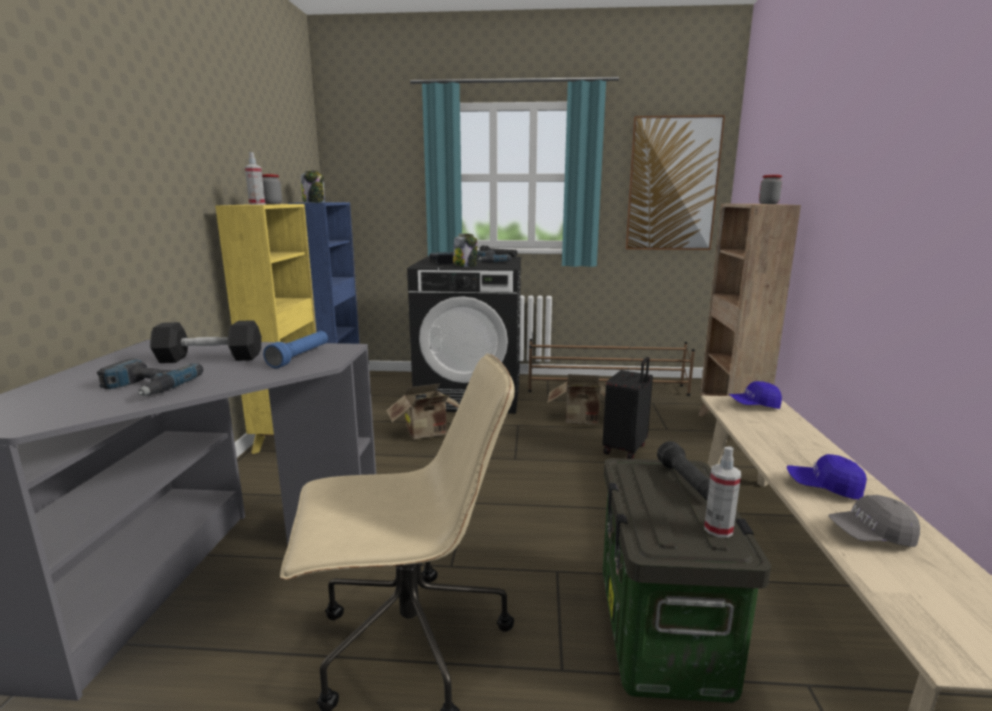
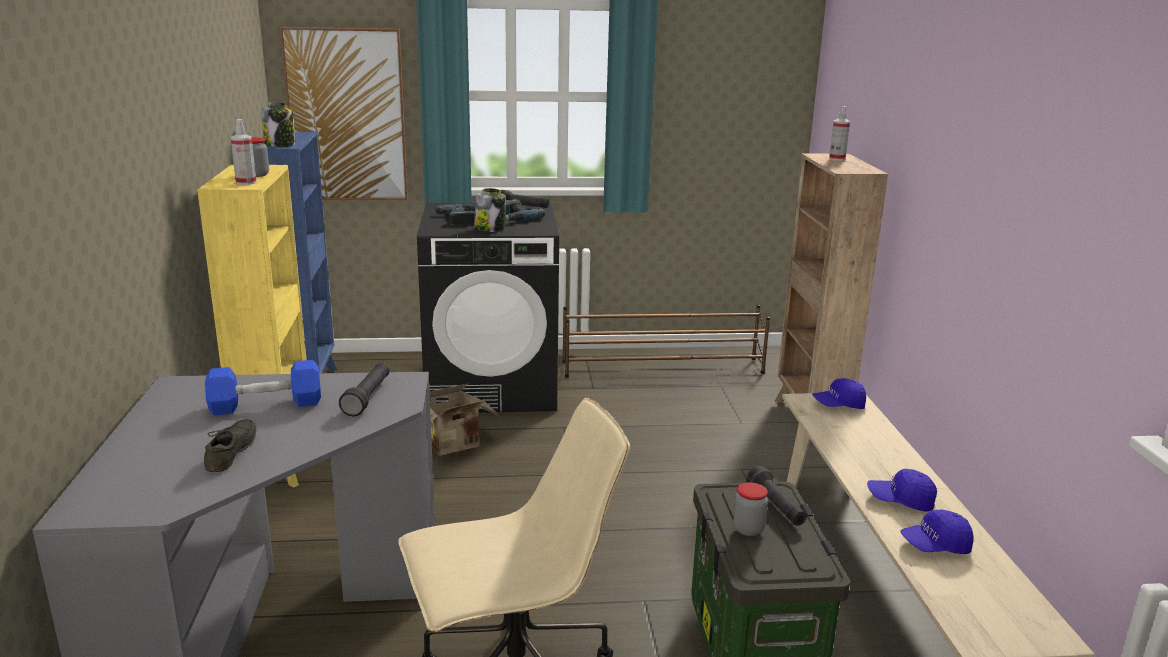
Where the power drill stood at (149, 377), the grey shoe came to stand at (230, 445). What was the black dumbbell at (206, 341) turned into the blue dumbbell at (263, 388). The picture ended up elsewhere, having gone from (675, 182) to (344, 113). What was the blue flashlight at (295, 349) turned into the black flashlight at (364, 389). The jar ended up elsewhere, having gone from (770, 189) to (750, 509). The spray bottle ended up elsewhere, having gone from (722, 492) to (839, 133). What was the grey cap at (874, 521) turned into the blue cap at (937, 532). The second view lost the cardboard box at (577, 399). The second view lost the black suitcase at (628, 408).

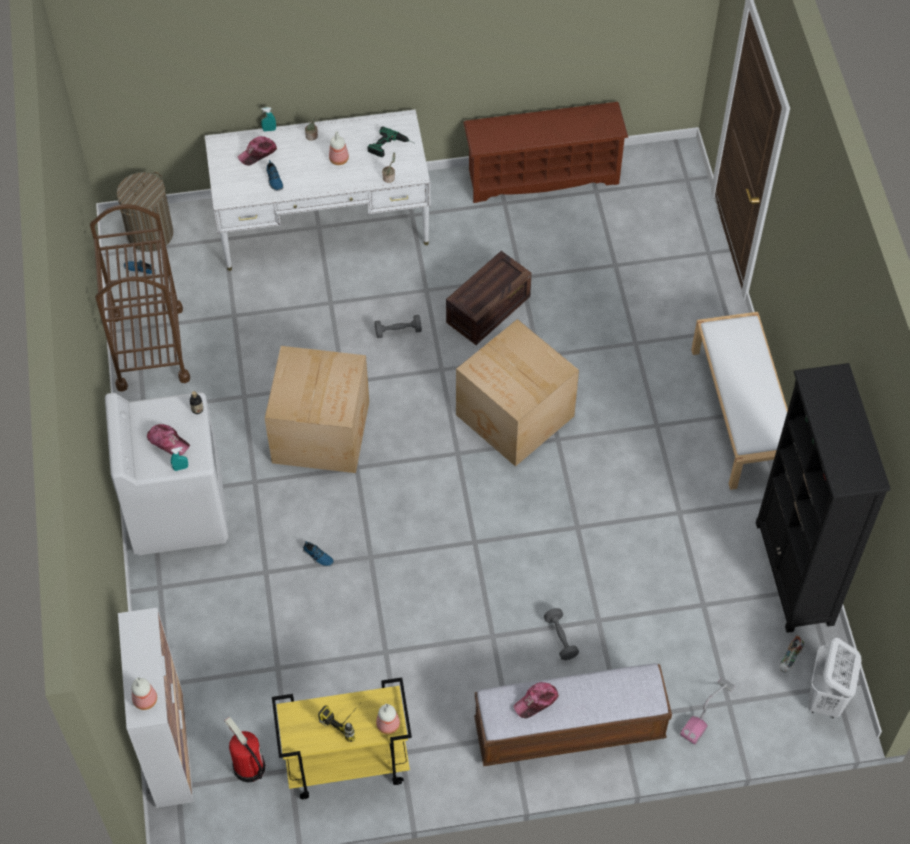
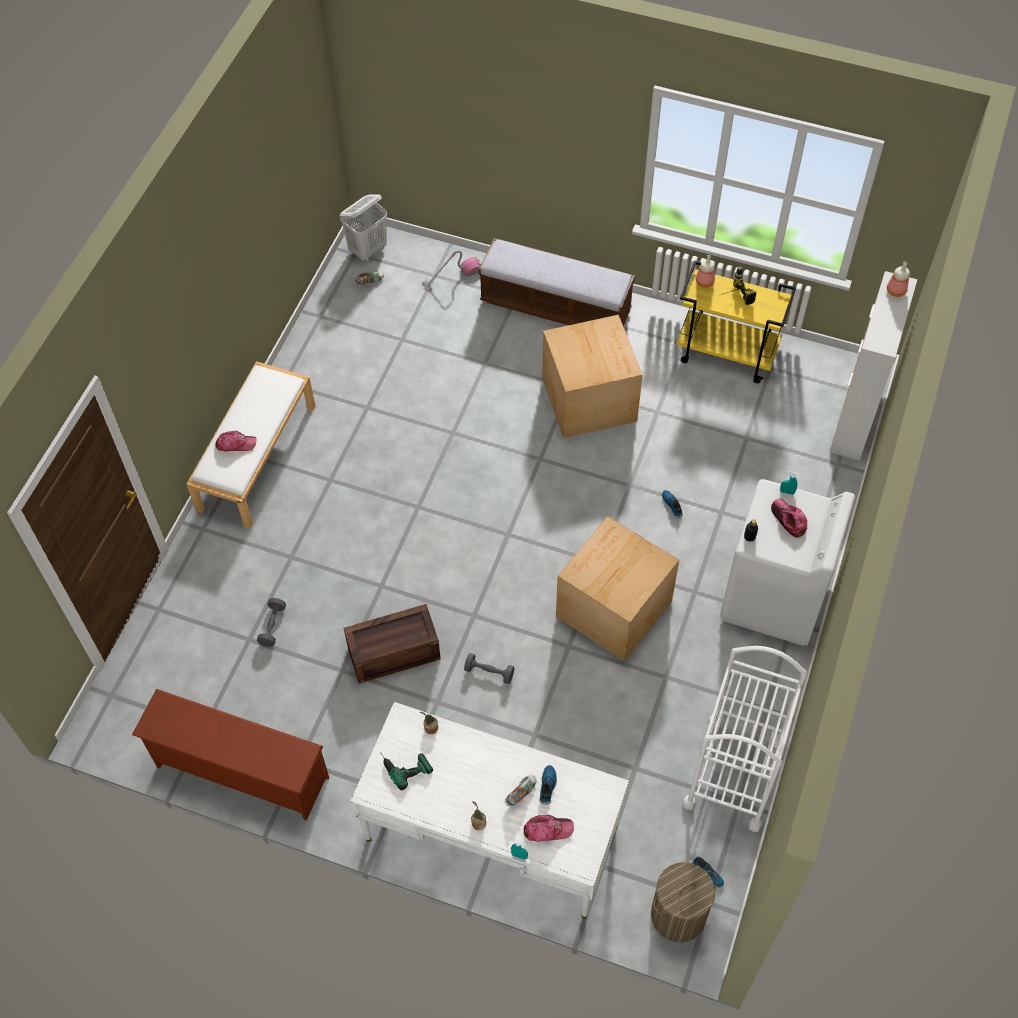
The cap ended up elsewhere, having gone from (536, 700) to (236, 441). The grey dumbbell ended up elsewhere, having gone from (561, 634) to (271, 622). The second view gained the shoe at (521, 790). The cardboard box ended up elsewhere, having gone from (517, 393) to (592, 376). What was the brown cart at (140, 298) turned into the white cart at (745, 739). The second view lost the fire extinguisher at (244, 749). The second view lost the bottle at (339, 148). The second view lost the black bookcase at (823, 498).

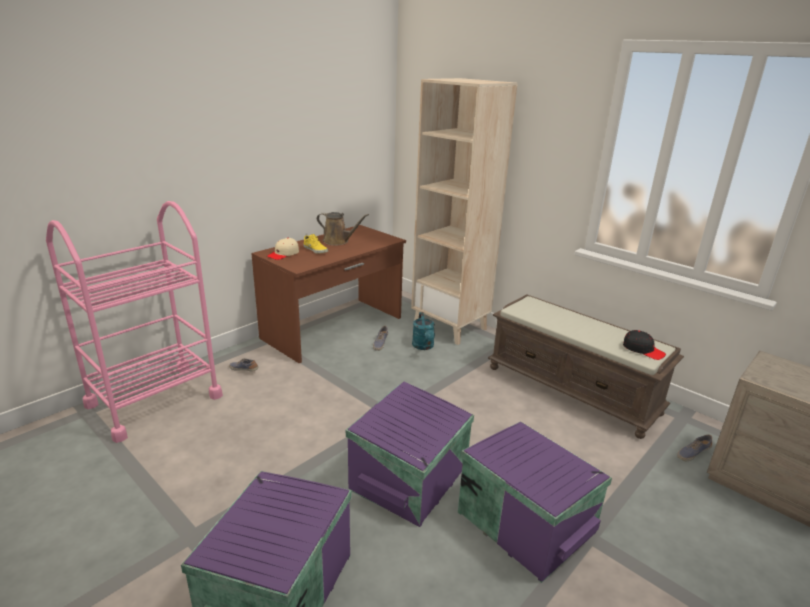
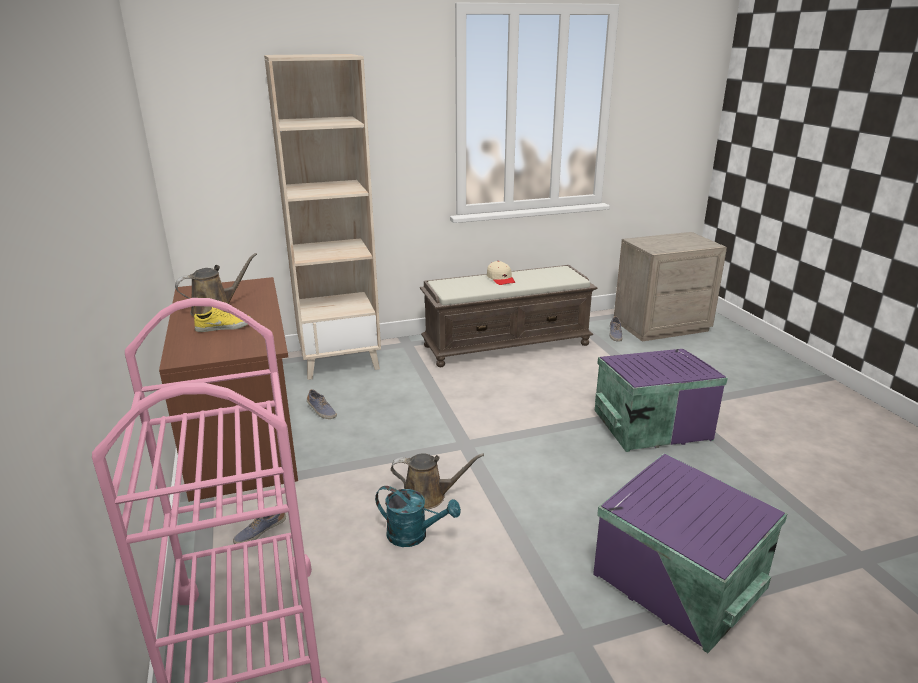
The turquoise watering can ended up elsewhere, having gone from (423, 331) to (418, 516). The second view gained the brown watering can at (437, 481). The beige cap ended up elsewhere, having gone from (283, 249) to (501, 273). The second view lost the purple storage box at (410, 454). The second view lost the black cap at (644, 345).

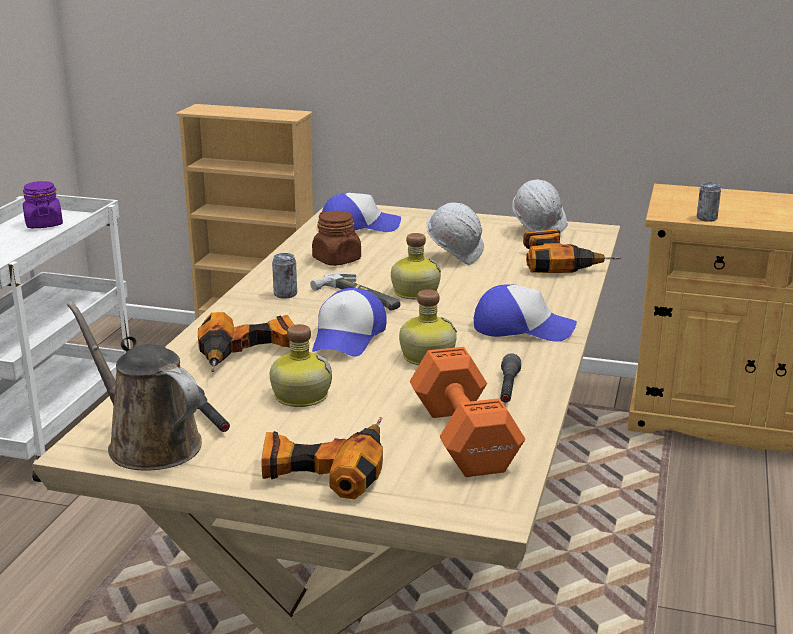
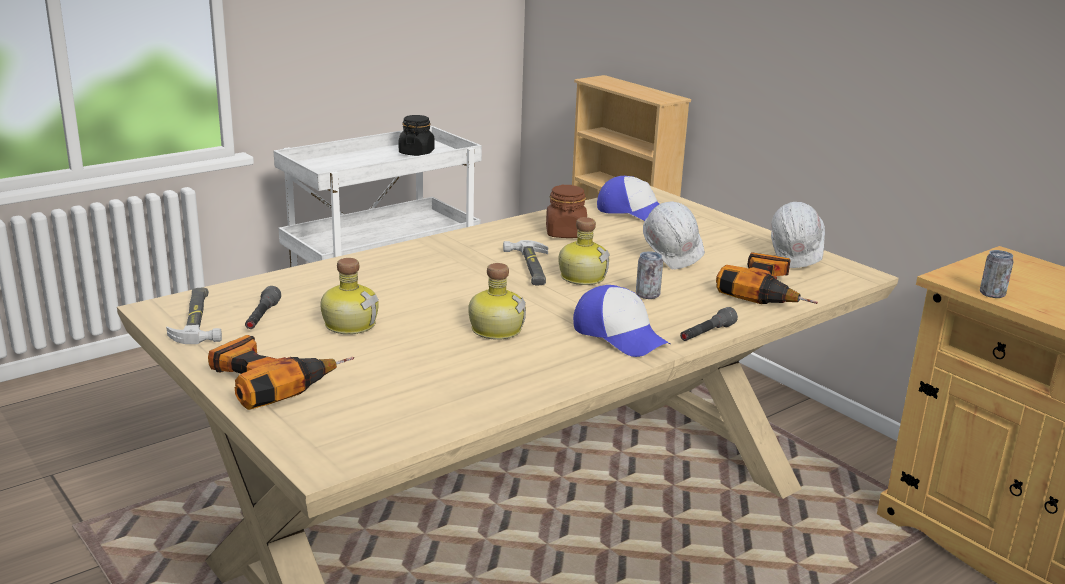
Where the brown watering can stood at (134, 386), the hammer came to stand at (194, 316). What was the purple jar at (43, 204) turned into the black jar at (417, 135). The can ended up elsewhere, having gone from (284, 276) to (649, 275). The grey flashlight ended up elsewhere, having gone from (510, 378) to (709, 324). The second view lost the power drill at (246, 342). The second view lost the cap at (349, 322). The second view lost the orange dumbbell at (467, 412).

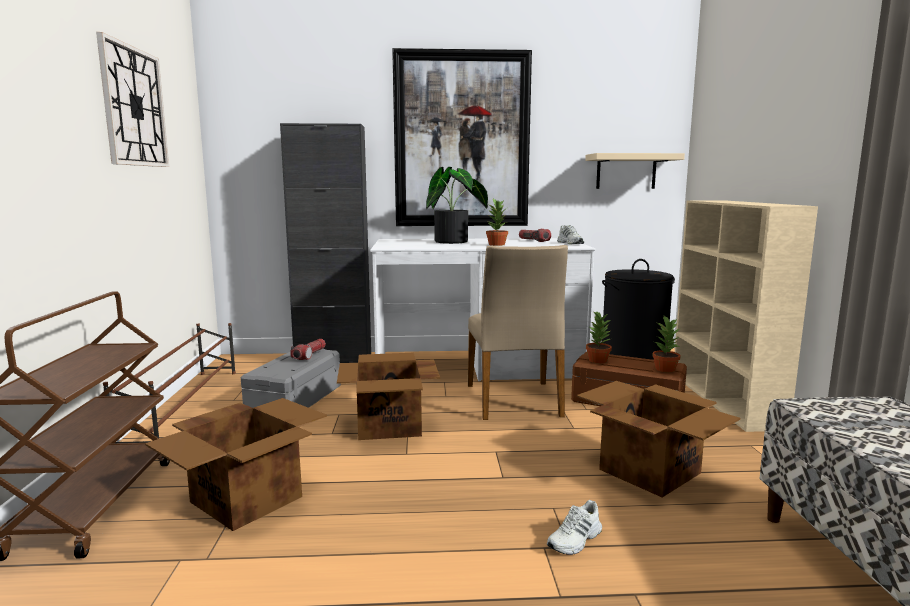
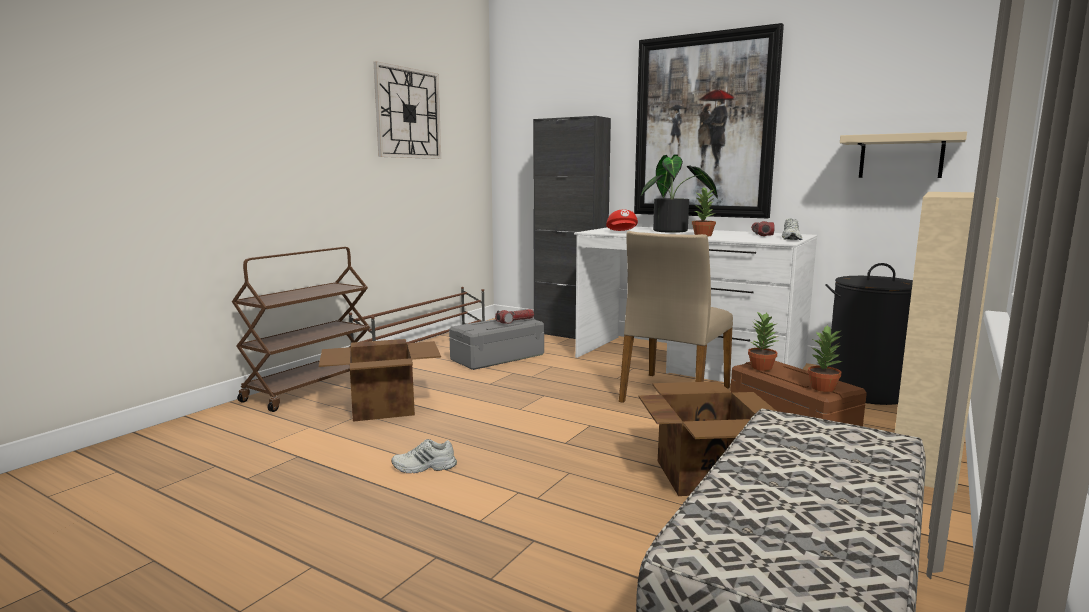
The white shoe ended up elsewhere, having gone from (574, 527) to (424, 456). The second view gained the red cap at (622, 220). The second view lost the cardboard box at (388, 396).

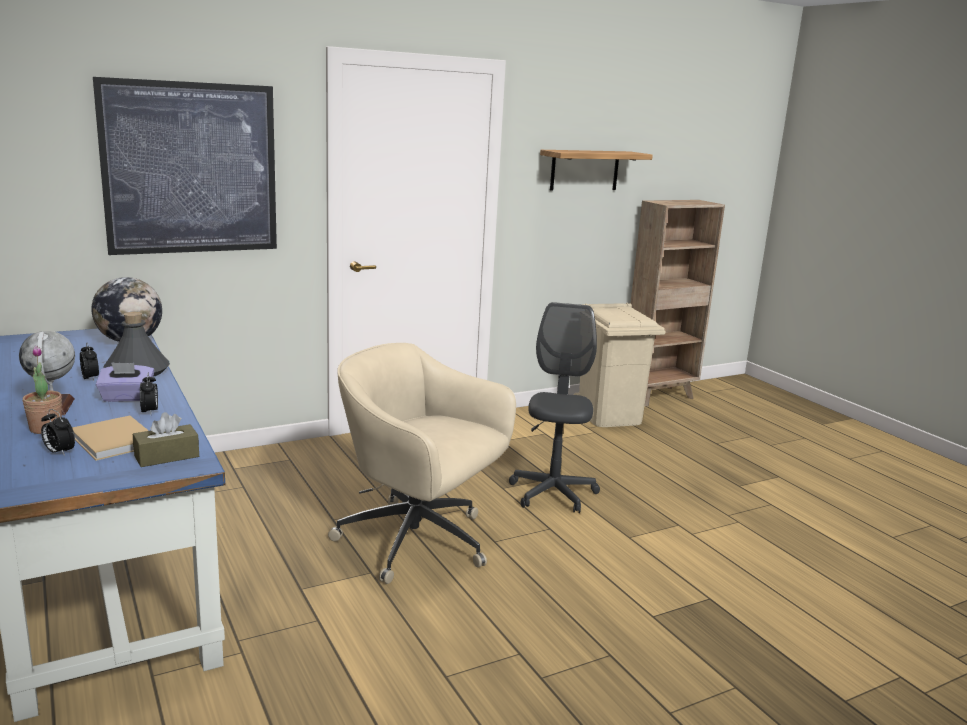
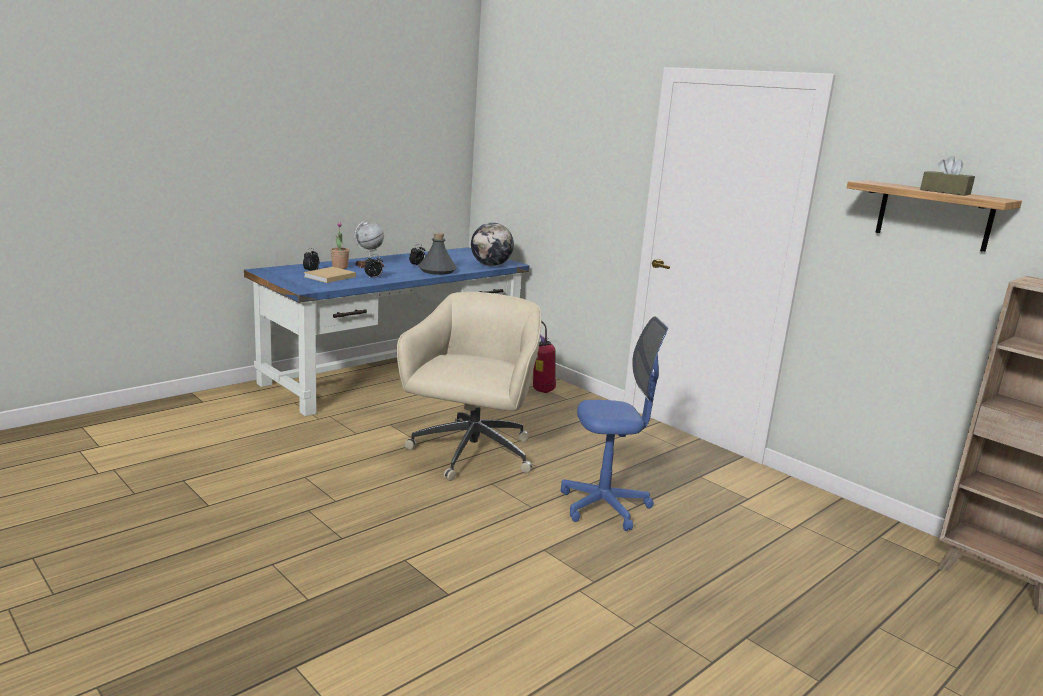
The second view gained the fire extinguisher at (544, 357). What was the grey office chair at (554, 407) turned into the blue office chair at (614, 423). The brown tissue box ended up elsewhere, having gone from (166, 439) to (947, 176). The second view lost the picture at (185, 166). The second view lost the purple tissue box at (125, 382). The second view lost the beige trash can at (619, 365).

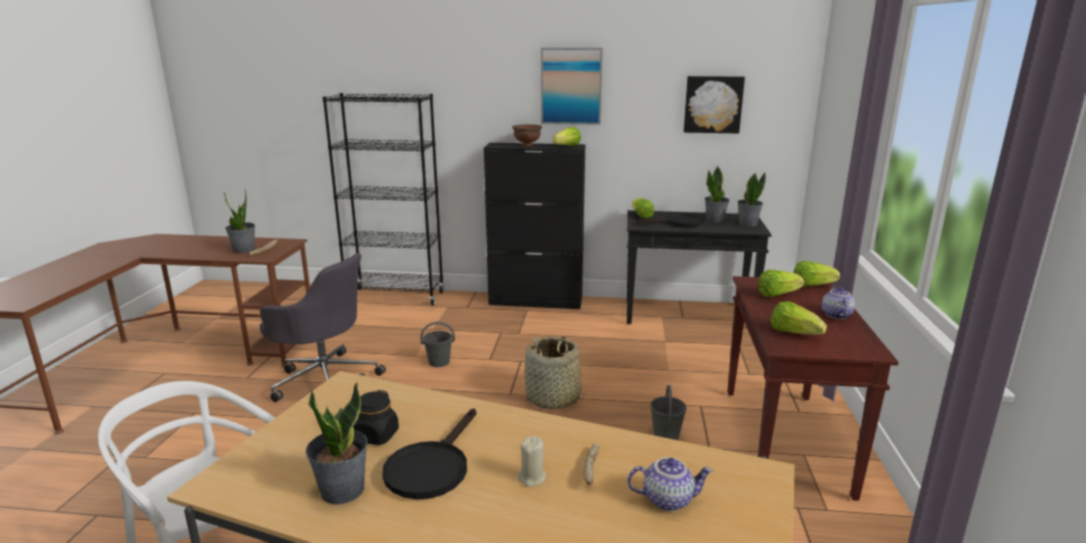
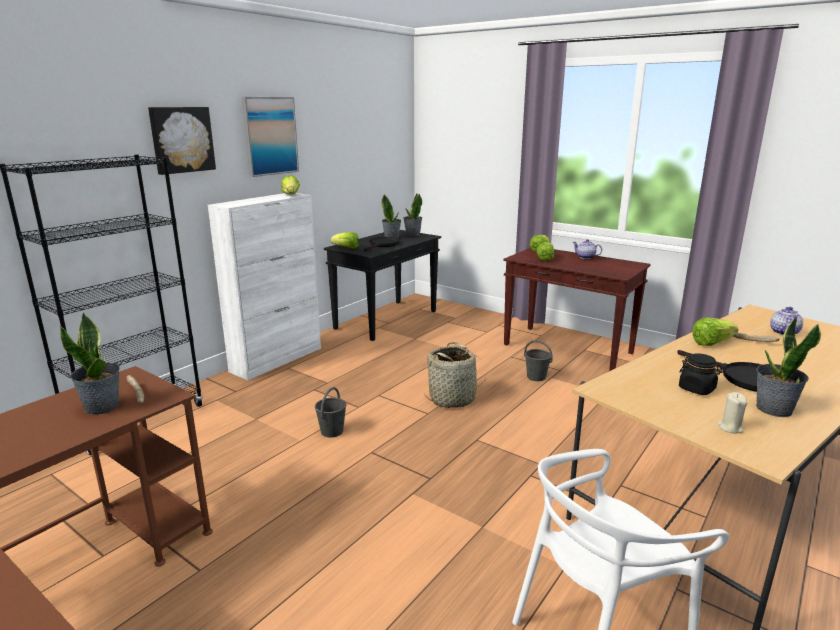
The picture ended up elsewhere, having gone from (714, 104) to (182, 141). What was the black cabinet at (534, 226) turned into the white cabinet at (264, 286). The lettuce ended up elsewhere, having gone from (799, 318) to (715, 332). The beige candle ended up elsewhere, having gone from (532, 461) to (732, 413). The second view lost the grey office chair at (323, 327). The second view lost the brown bowl at (527, 135).

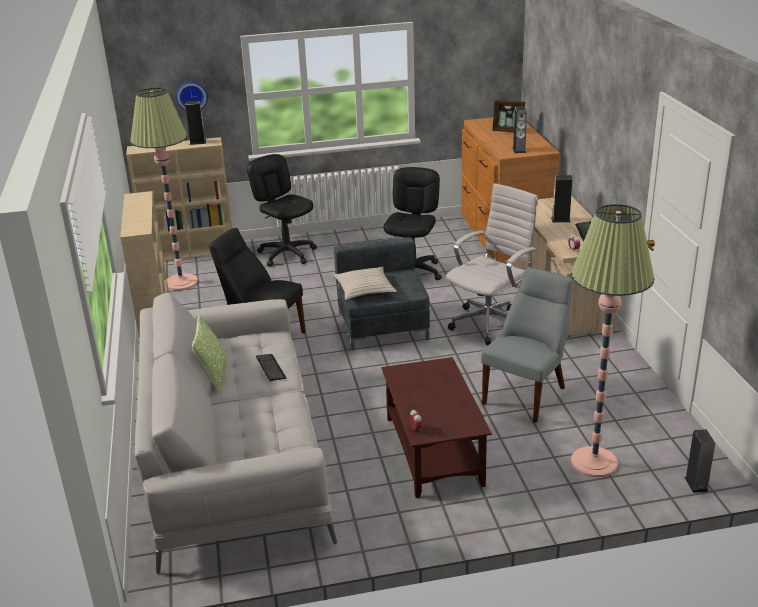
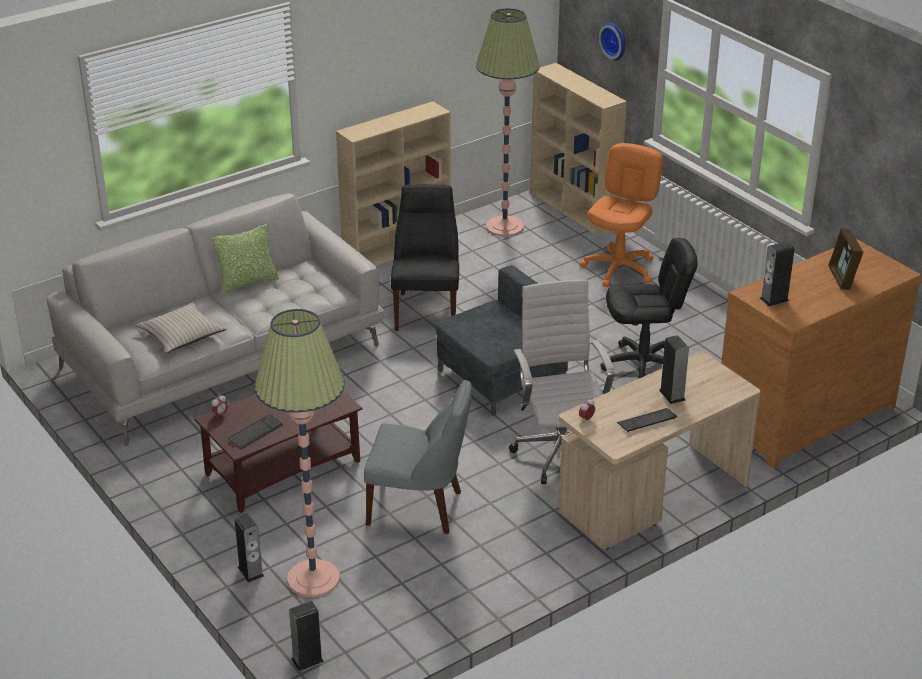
The beige pillow ended up elsewhere, having gone from (365, 283) to (181, 327). The keyboard ended up elsewhere, having gone from (271, 367) to (255, 431). The speaker ended up elsewhere, having gone from (195, 123) to (249, 547). The white office chair at (492, 264) ended up facing another way, 120 degrees counterclockwise from before. What was the black office chair at (282, 210) turned into the orange office chair at (621, 215).

